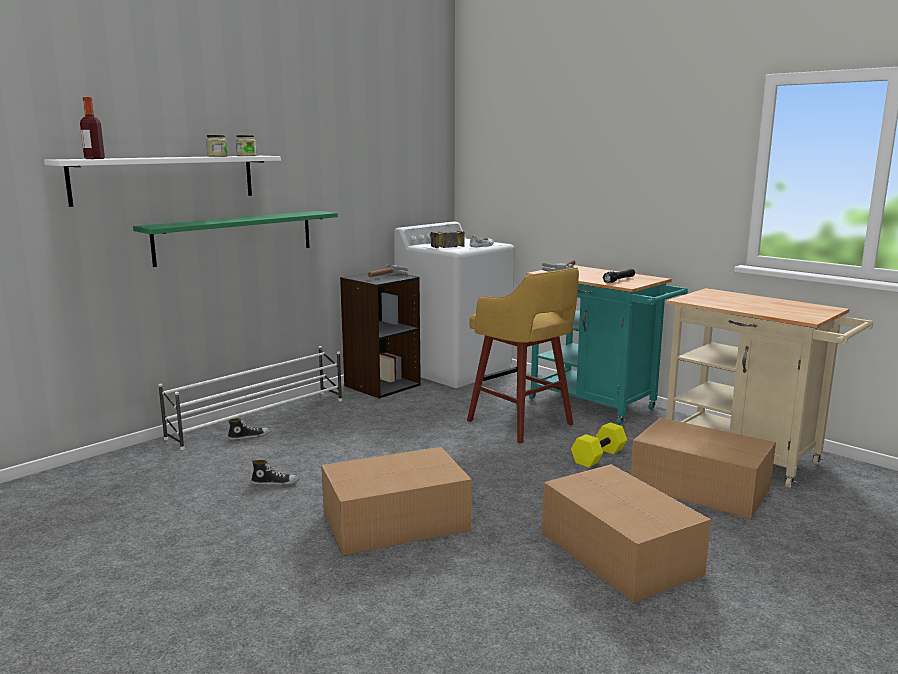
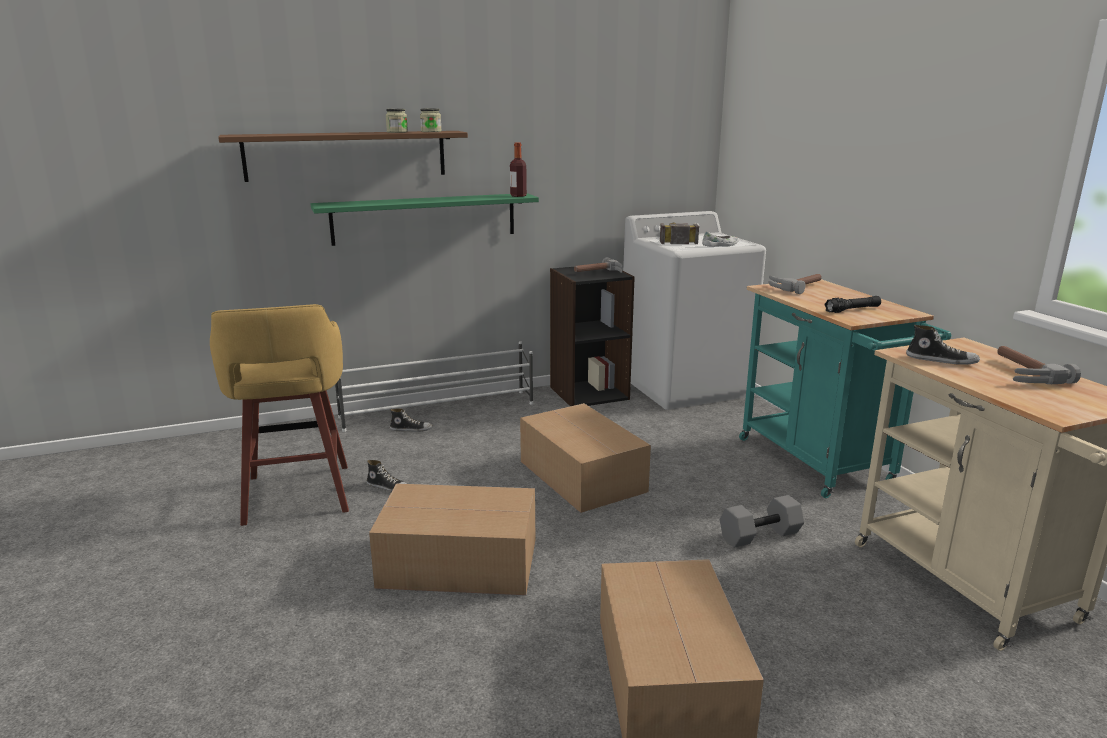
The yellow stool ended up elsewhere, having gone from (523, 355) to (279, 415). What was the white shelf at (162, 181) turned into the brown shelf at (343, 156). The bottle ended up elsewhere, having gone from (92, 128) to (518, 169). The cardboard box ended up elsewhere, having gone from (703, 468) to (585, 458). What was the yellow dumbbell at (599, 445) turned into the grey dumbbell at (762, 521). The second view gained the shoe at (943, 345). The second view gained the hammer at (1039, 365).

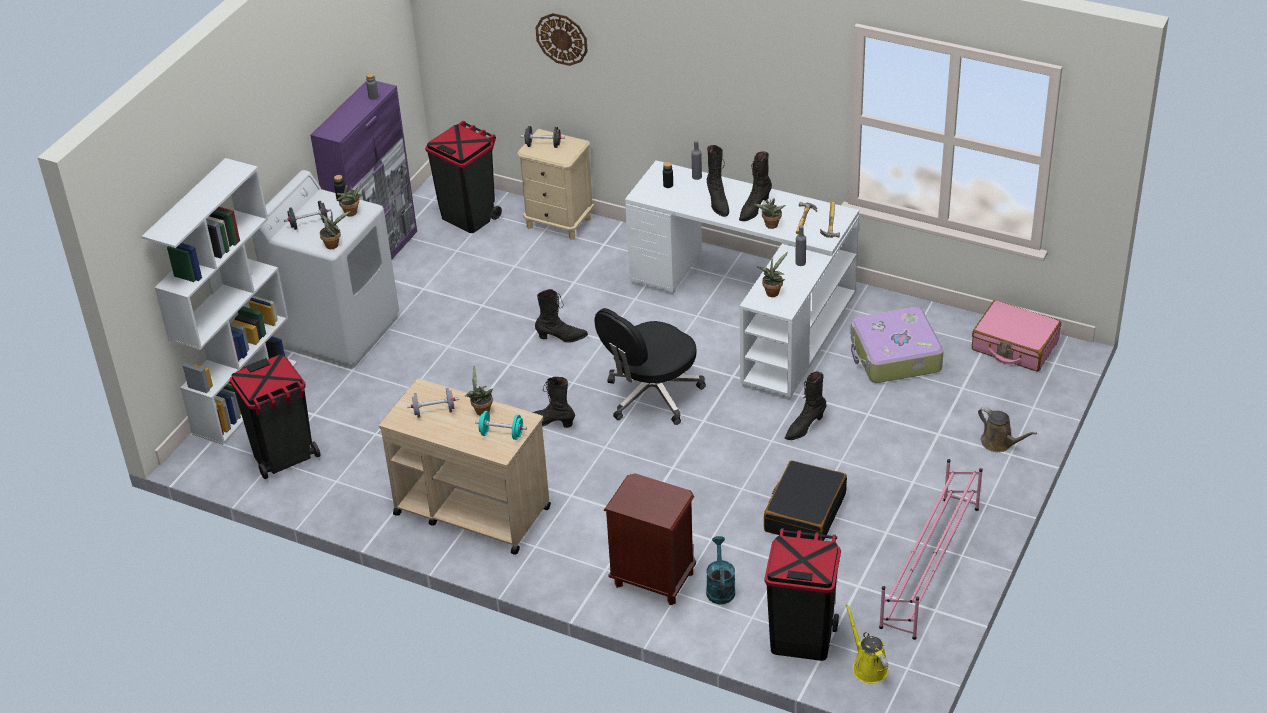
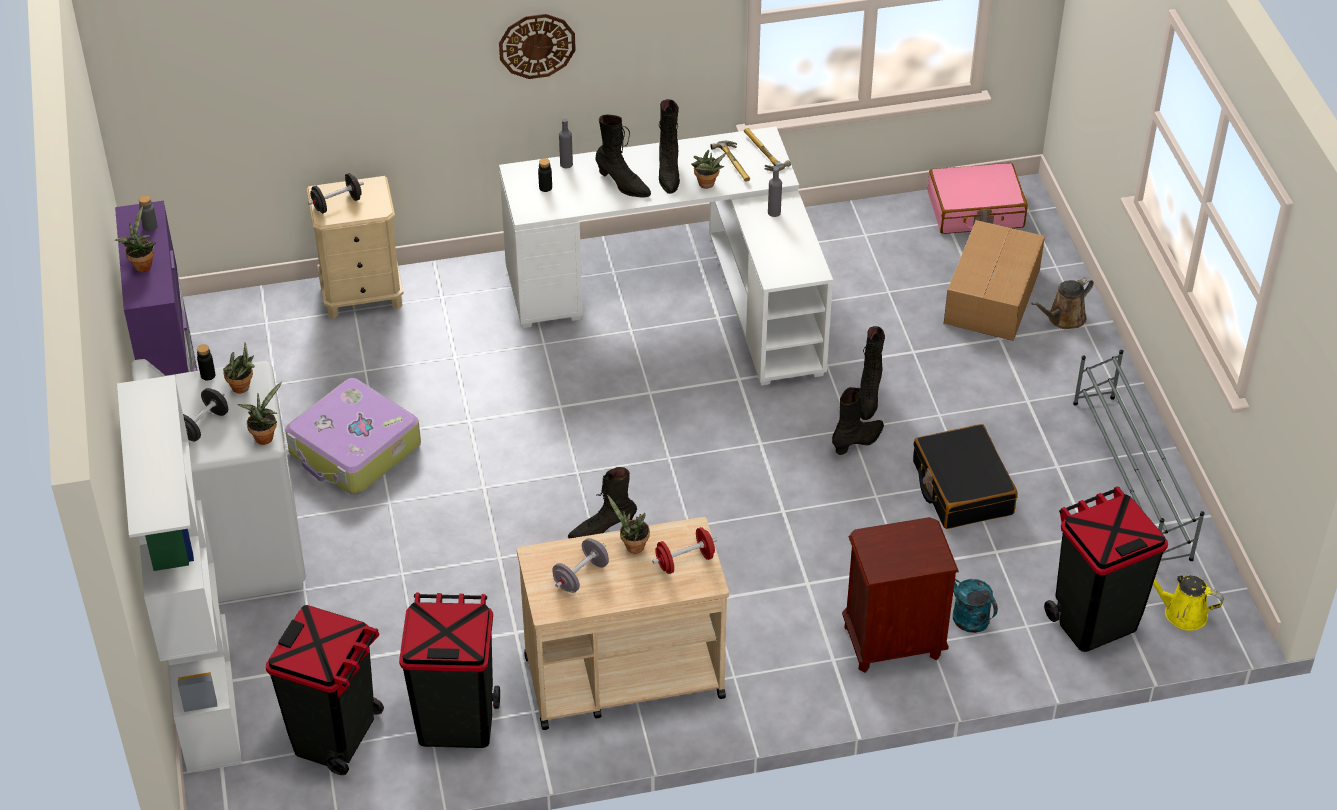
The potted plant ended up elsewhere, having gone from (773, 274) to (135, 239). The suitcase ended up elsewhere, having gone from (897, 345) to (353, 436). The black trash can ended up elsewhere, having gone from (463, 177) to (449, 670). The wall clock ended up elsewhere, having gone from (562, 39) to (537, 46). What was the turquoise dumbbell at (501, 425) turned into the red dumbbell at (685, 550). The black boot ended up elsewhere, having gone from (561, 316) to (858, 421). The second view gained the cardboard box at (994, 280). The brown watering can at (1007, 429) ended up facing another way, 135 degrees clockwise from before. What was the pink shoe rack at (931, 549) turned into the grey shoe rack at (1138, 455). The second view lost the black office chair at (650, 366).

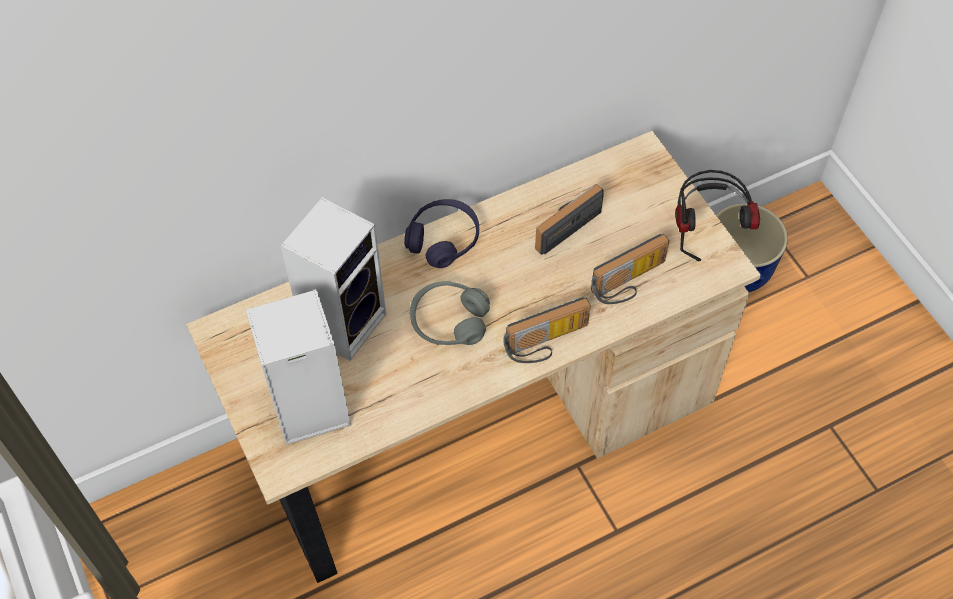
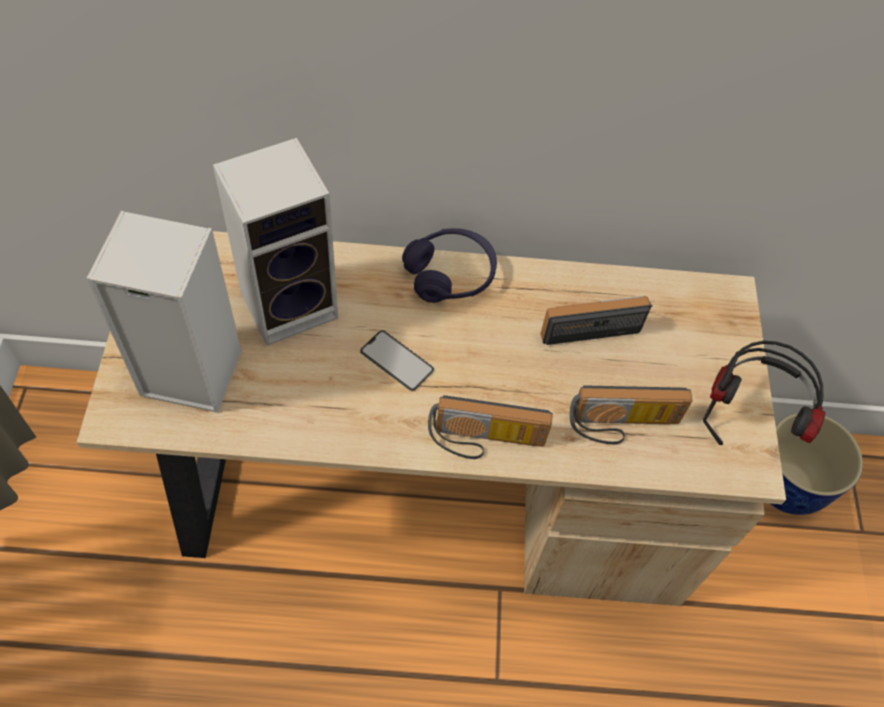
Where the grey headphones stood at (450, 313), the phone came to stand at (397, 360).

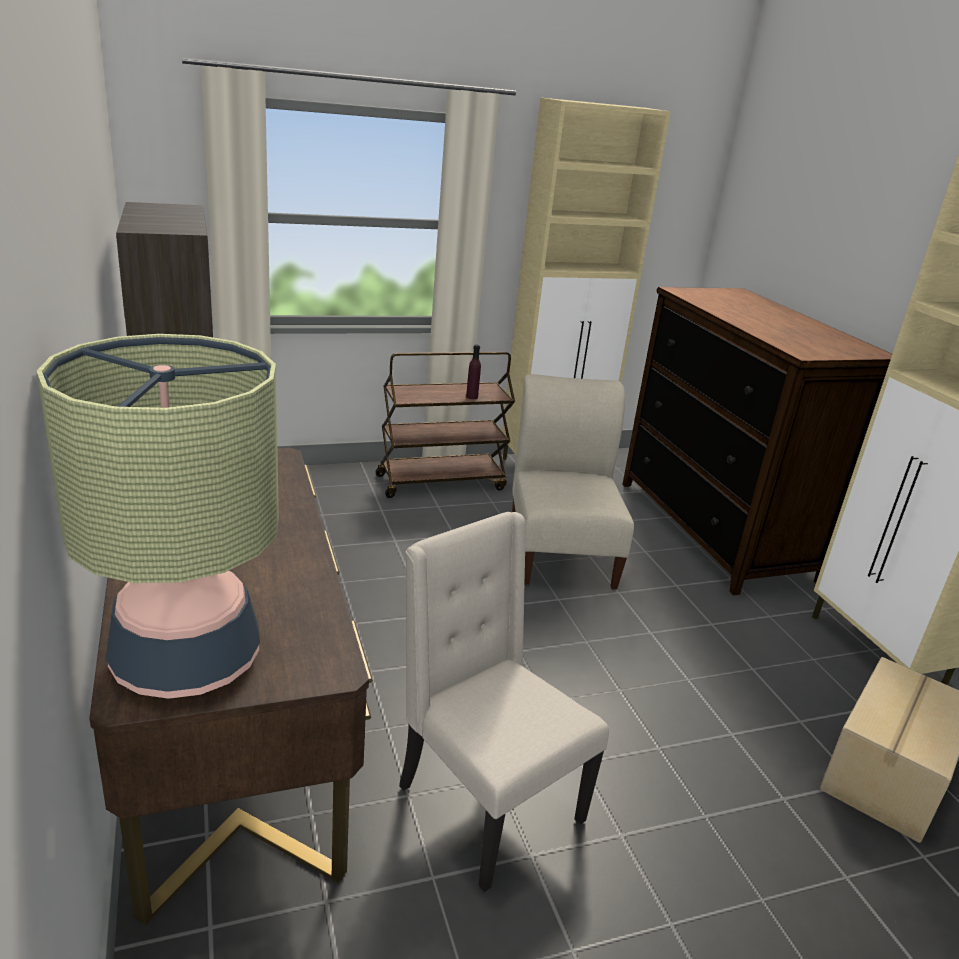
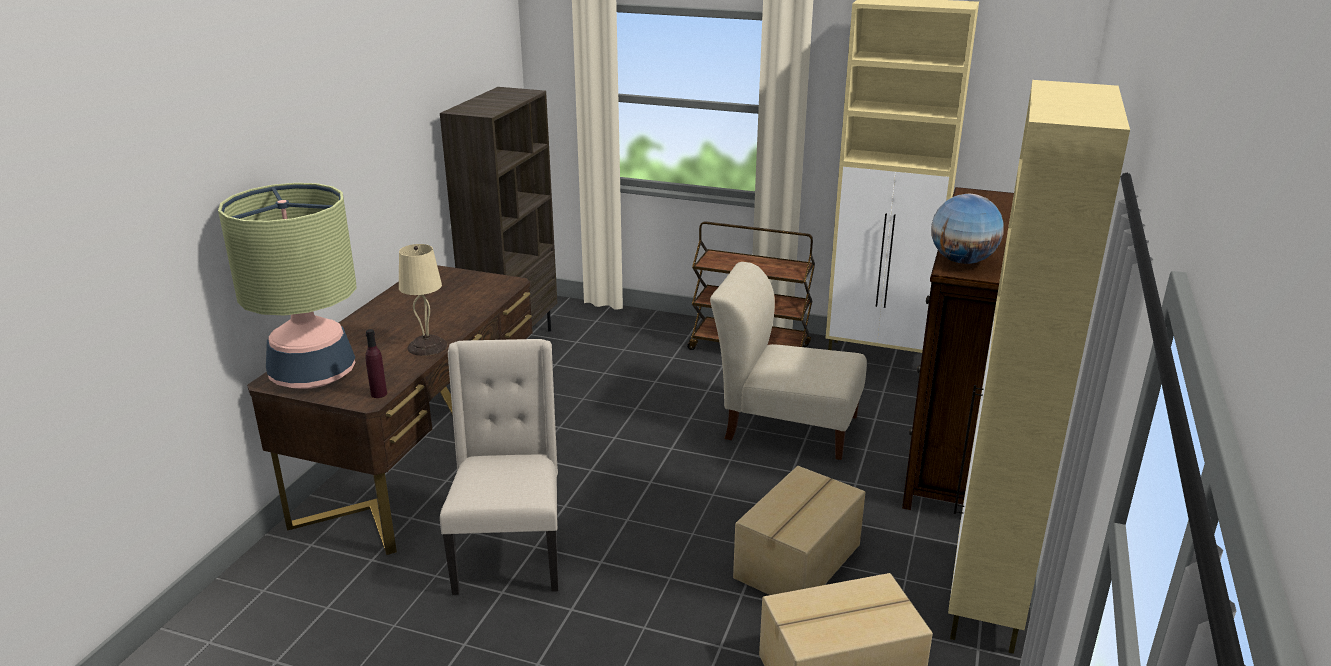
The purple bottle ended up elsewhere, having gone from (473, 372) to (376, 363). The second view gained the beige table lamp at (423, 300). The beige chair at (573, 482) ended up facing another way, 105 degrees counterclockwise from before. The second view gained the cardboard box at (799, 530). The second view gained the globe at (967, 229).

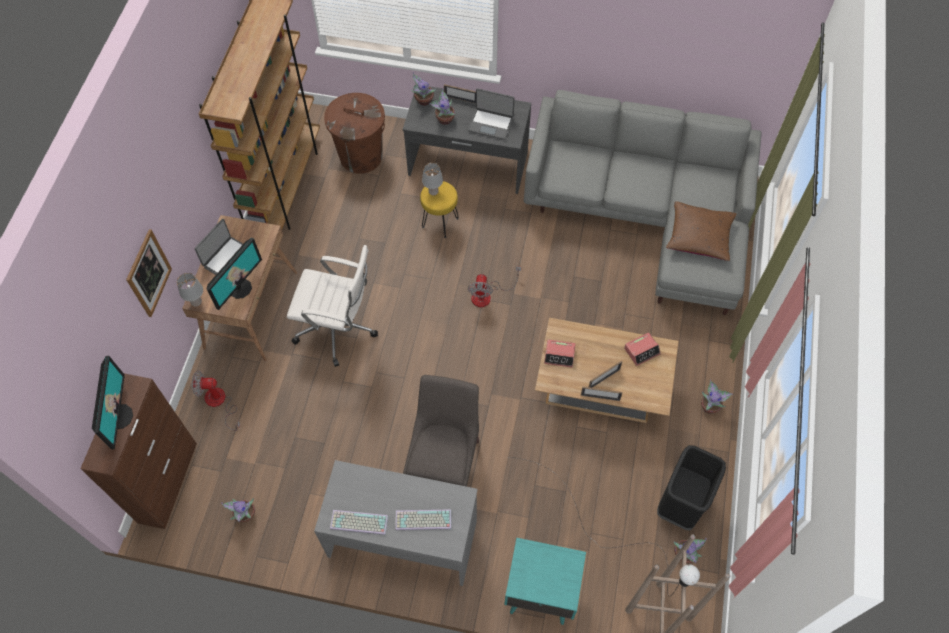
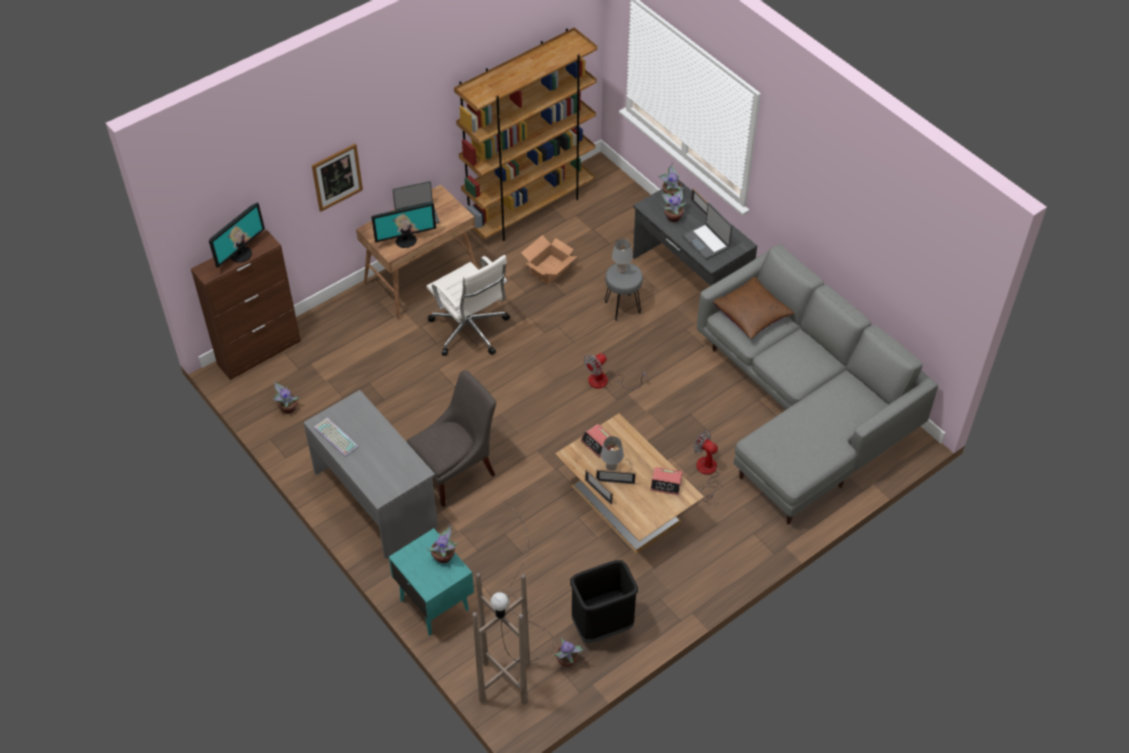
The potted plant ended up elsewhere, having gone from (717, 397) to (442, 543). The second view gained the cardboard box at (549, 260). The grey table lamp ended up elsewhere, having gone from (190, 289) to (612, 453). What was the yellow stool at (439, 209) turned into the grey stool at (624, 292). The fan ended up elsewhere, having gone from (216, 400) to (706, 466). The brown pillow ended up elsewhere, having gone from (701, 231) to (754, 308). The second view lost the brown trash can at (354, 133). The second view lost the keyboard at (423, 519).

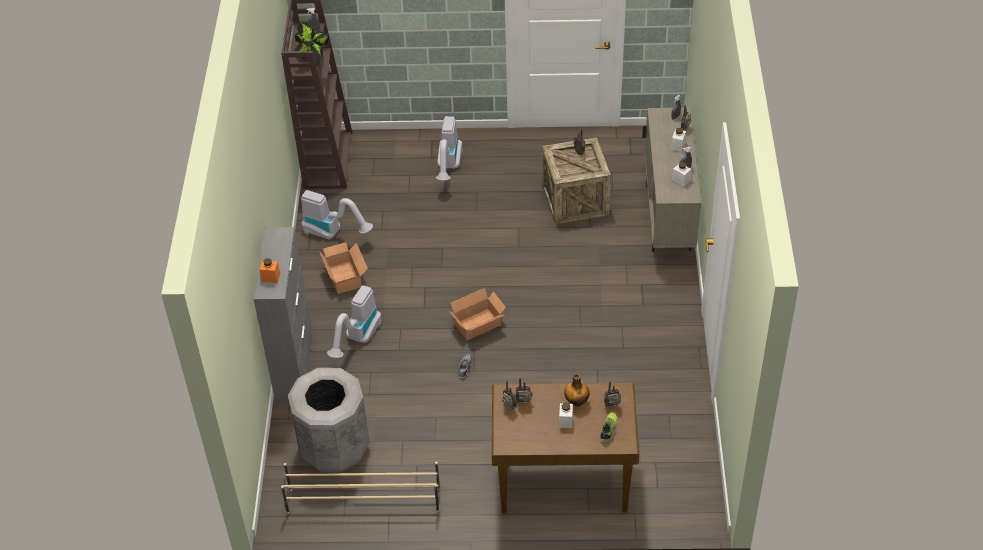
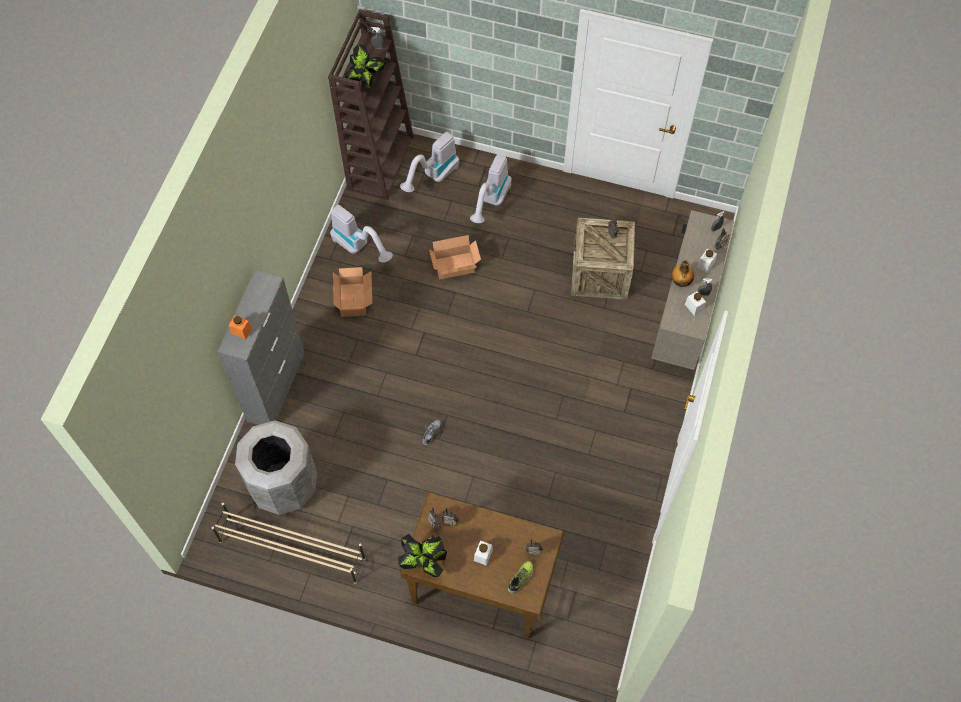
The second view gained the potted plant at (422, 555). The vacuum cleaner ended up elsewhere, having gone from (354, 321) to (429, 162). The cardboard box ended up elsewhere, having gone from (477, 314) to (455, 257). The bottle ended up elsewhere, having gone from (577, 390) to (682, 273).

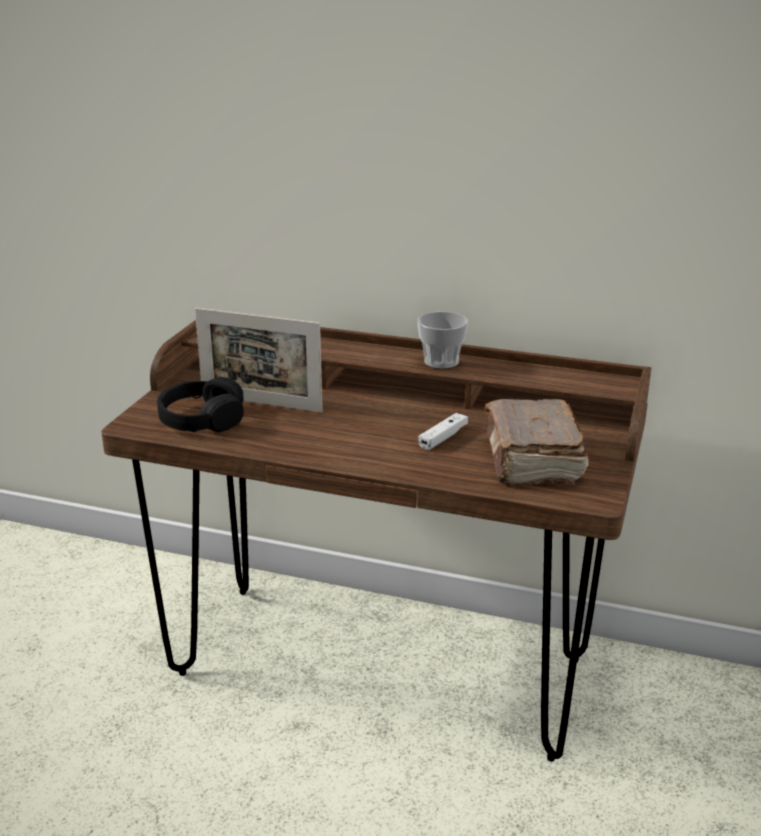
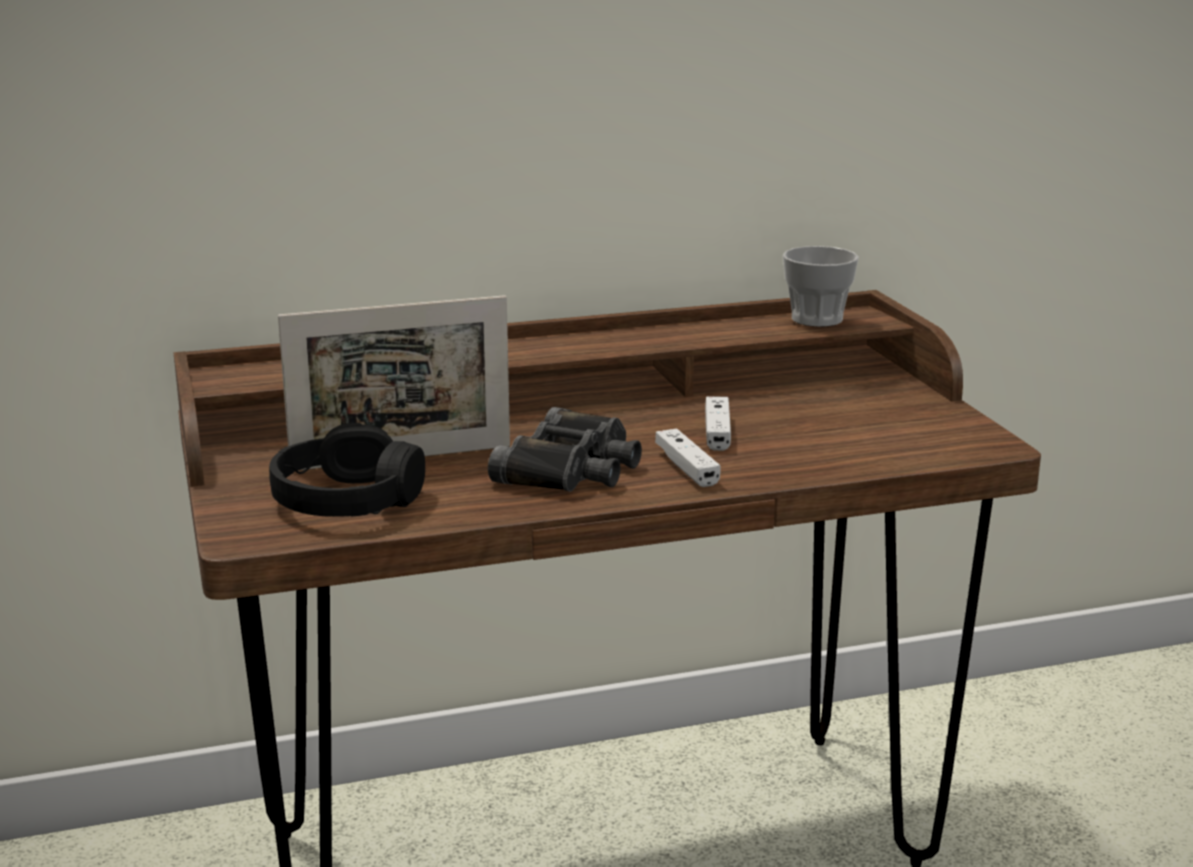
The second view gained the black binoculars at (565, 449). The second view gained the white game controller at (688, 458). The cup ended up elsewhere, having gone from (442, 340) to (821, 286). The second view lost the brown book at (537, 442).

